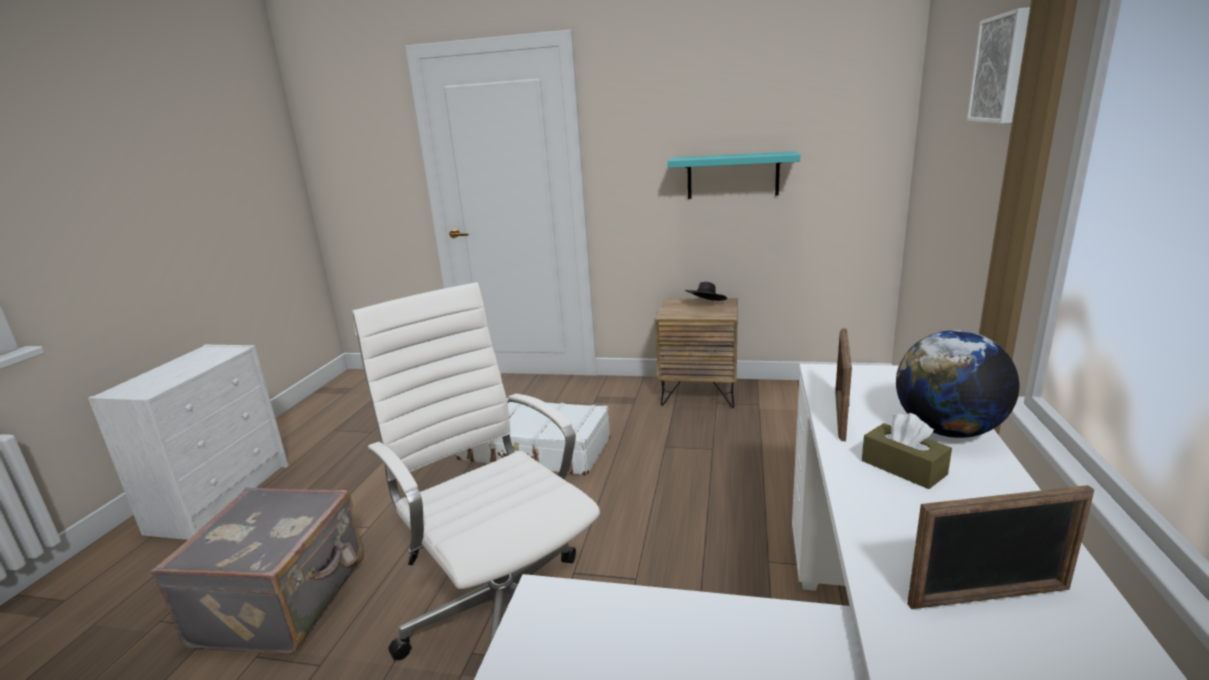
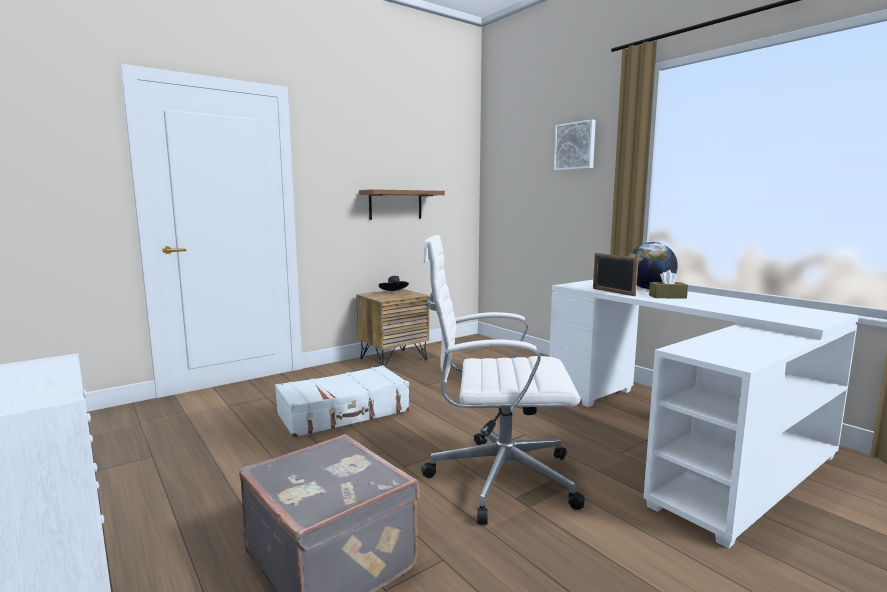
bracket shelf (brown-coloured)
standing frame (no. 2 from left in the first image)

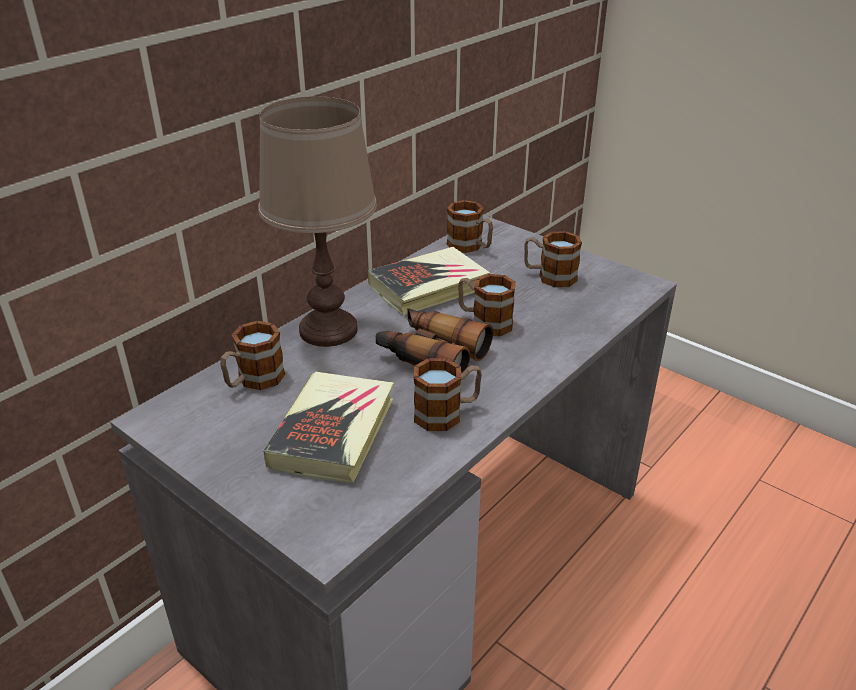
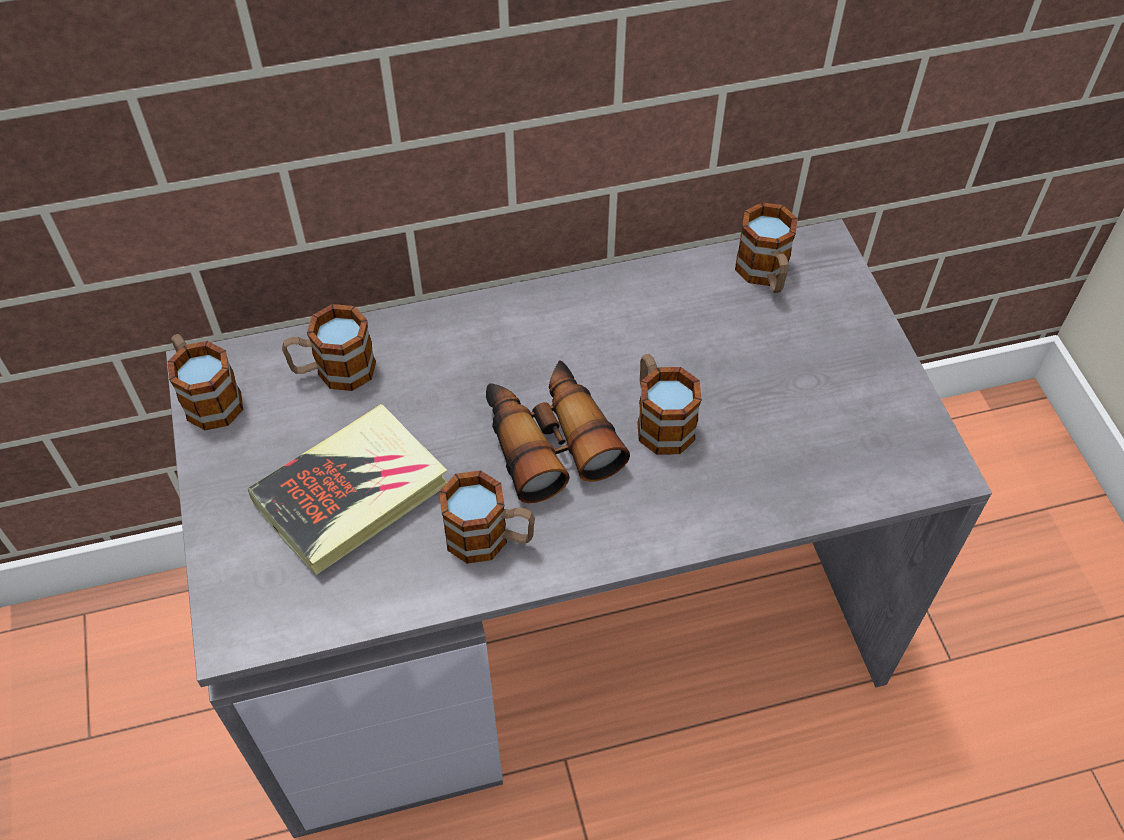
lamp for a table (brown-coloured)
mug (no. 1 from left)
bound book (no. 2 from left in the first image)

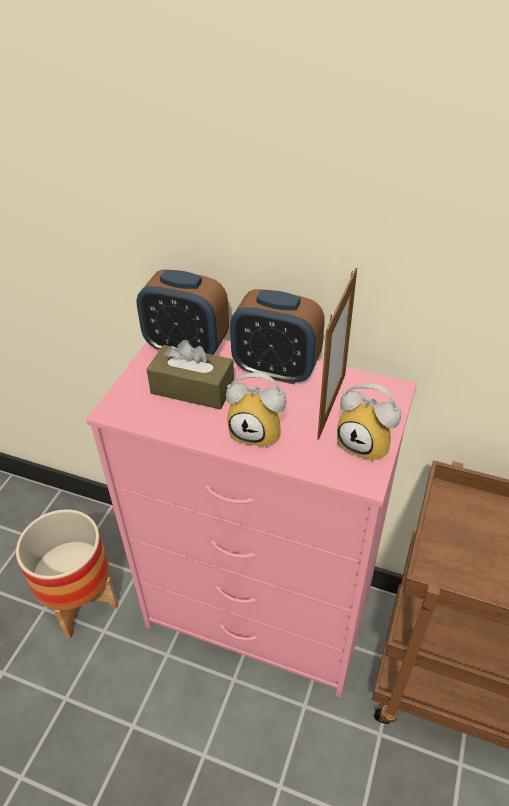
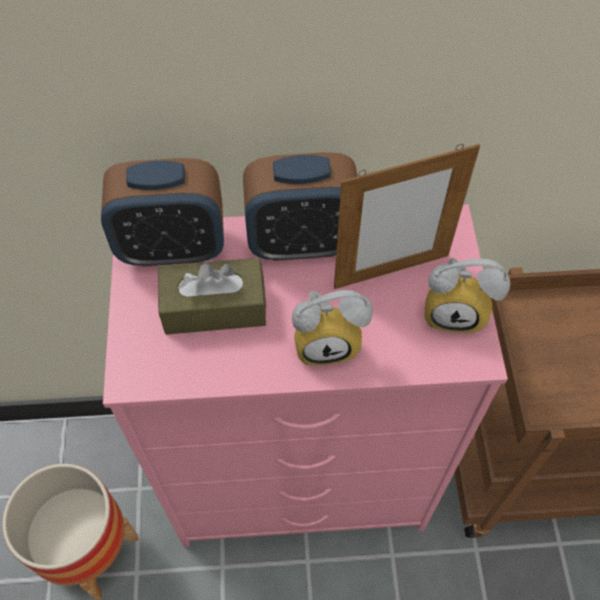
standing frame

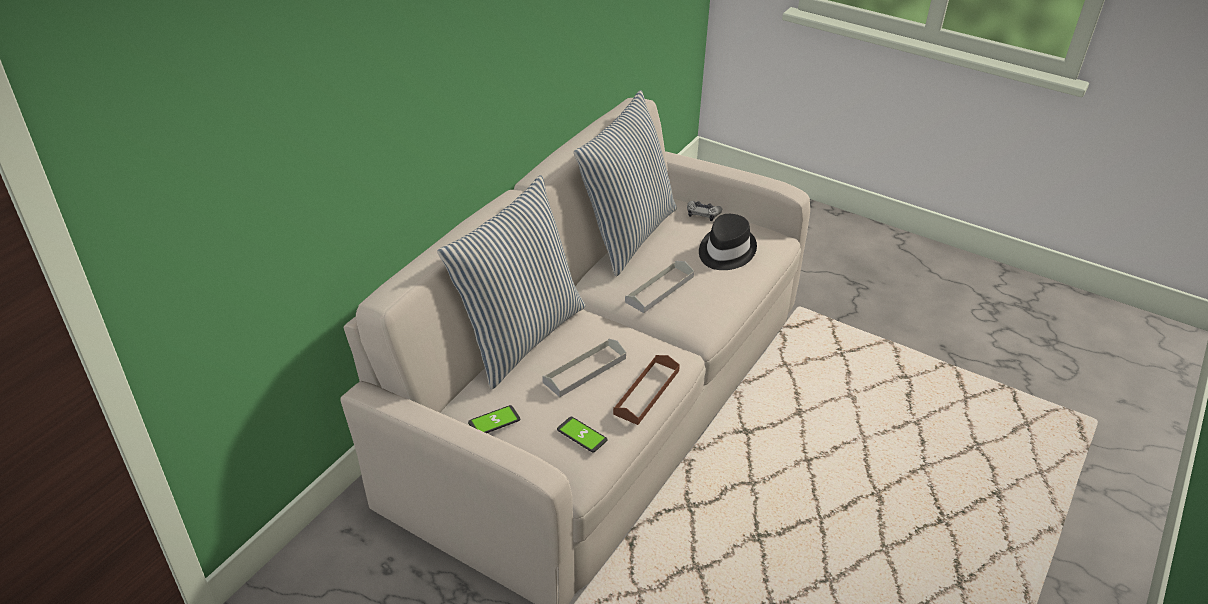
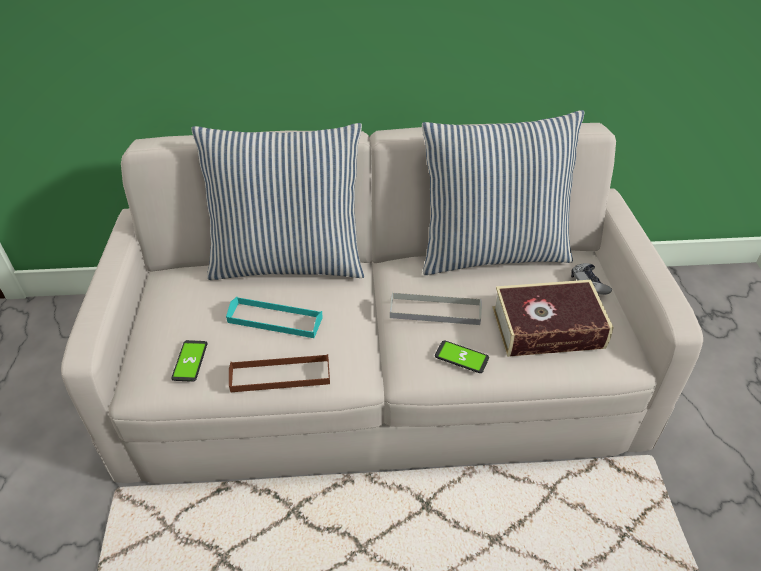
bound book
carrying tray (blue-green)
telephone (no. 2 from left)

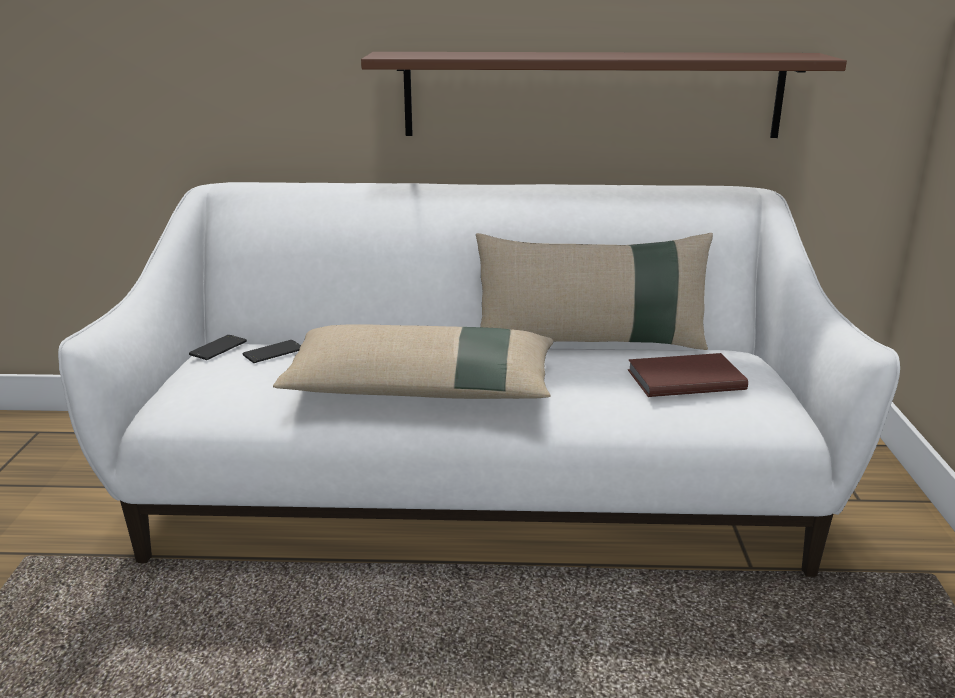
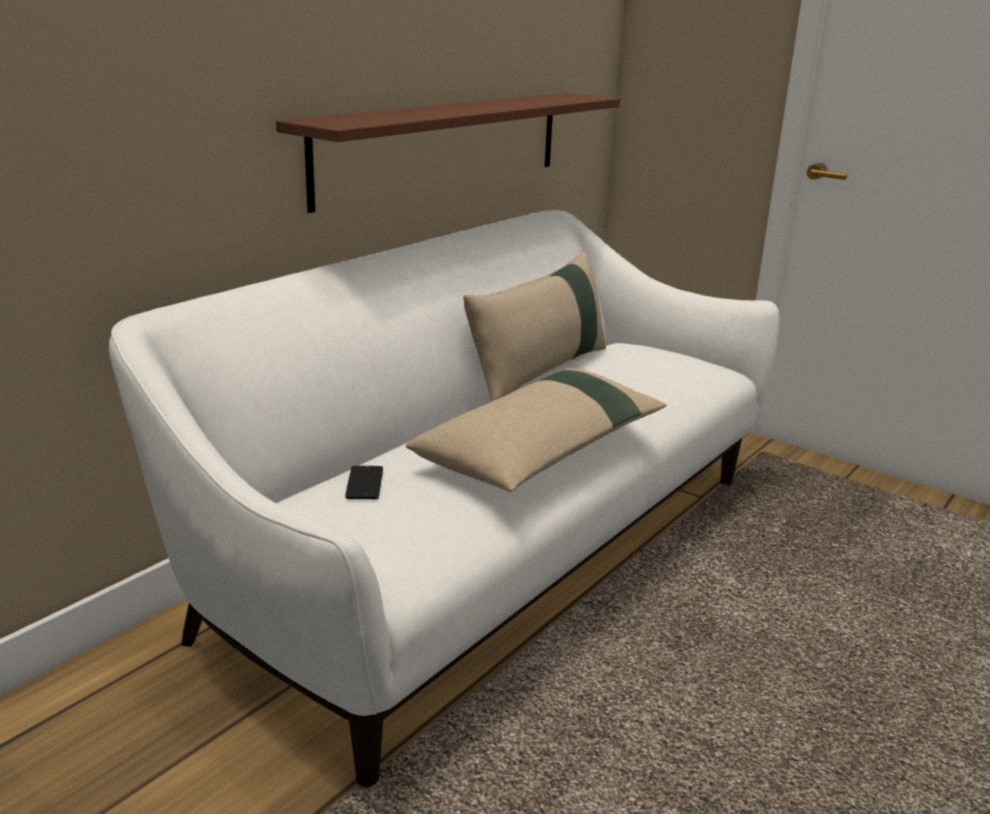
telephone (no. 1 from left in the first image)
bound book (brown-coloured)

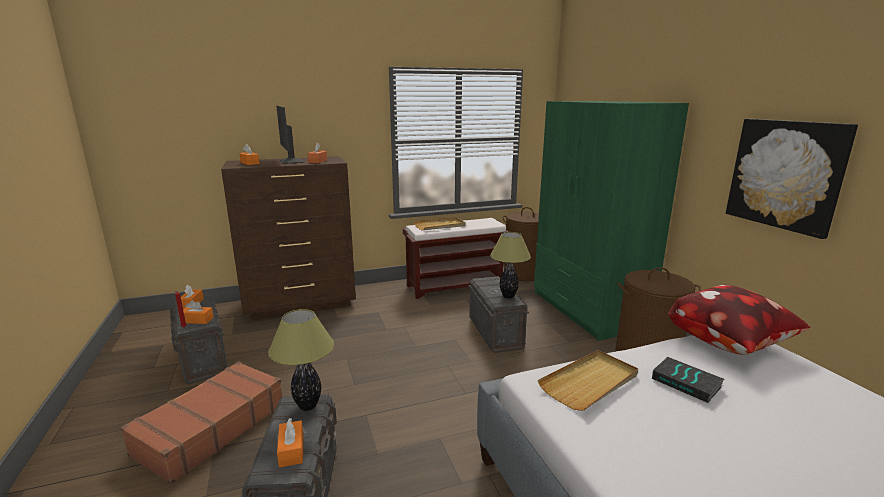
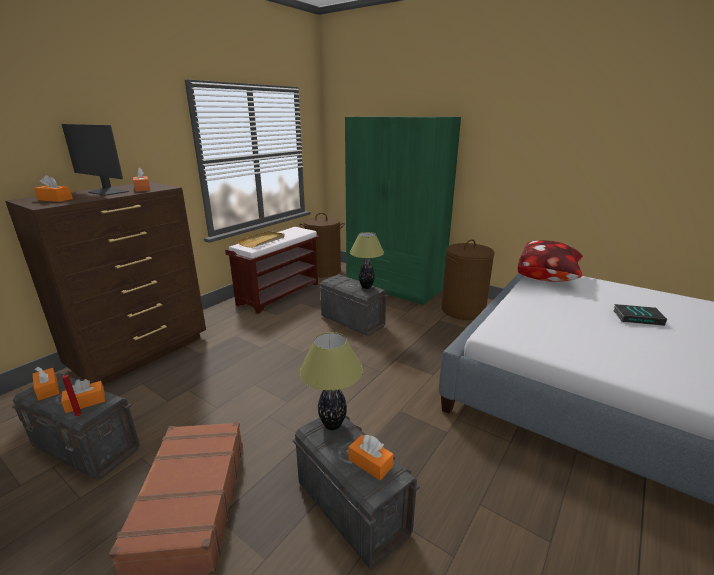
wall art
carrying tray (beige-coloured) (no. 2 from left in the first image)
bound book

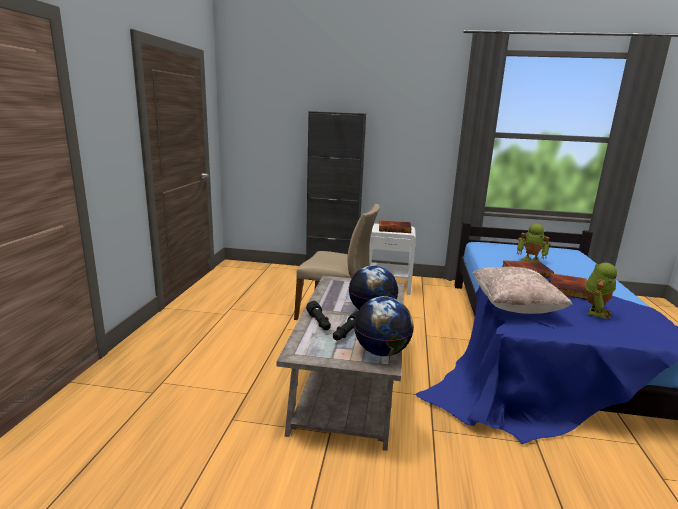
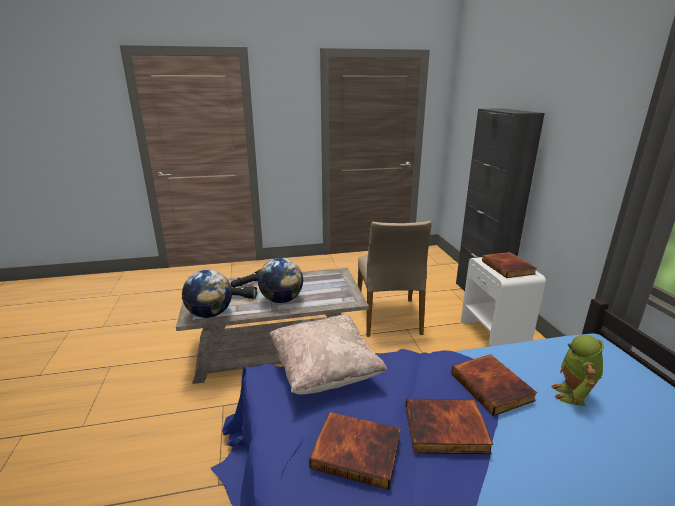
bound book (no. 1 from left)

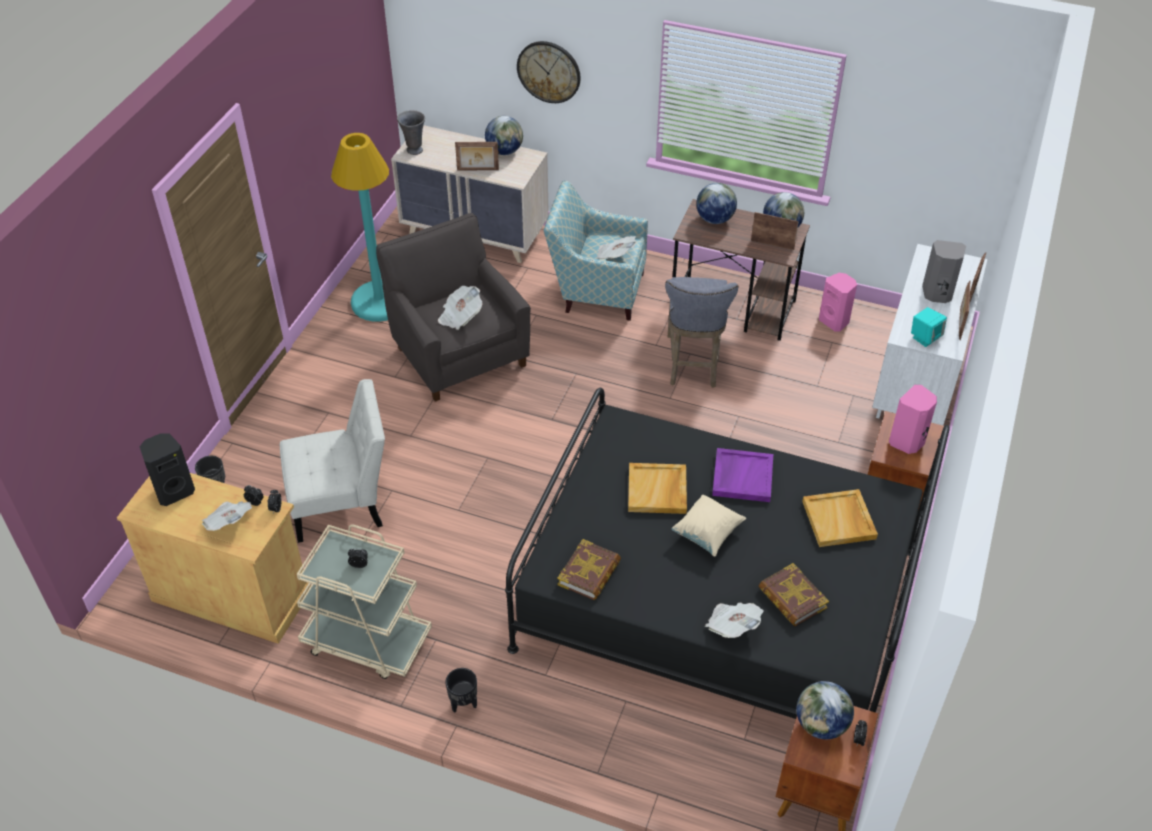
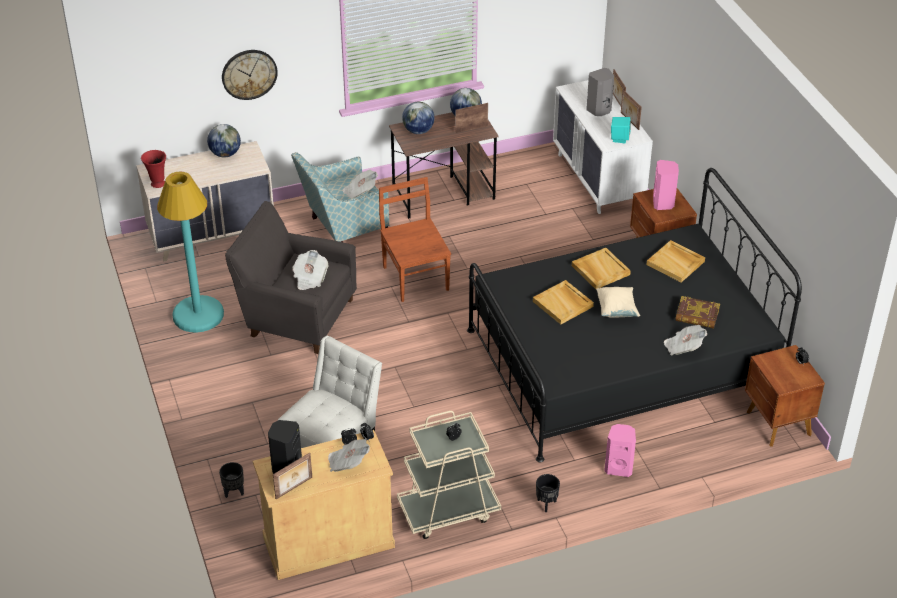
flower vase (red-coloured)
standing frame (no. 1 from left)
loudspeaker (pink-coloured) (no. 1 from left)
stool seat (grey)
carrying tray (beige-coloured) (no. 2 from left)
bound book (no. 1 from left in the first image)
globe (no. 4 from left in the first image)
upright chair (brown-coloured)

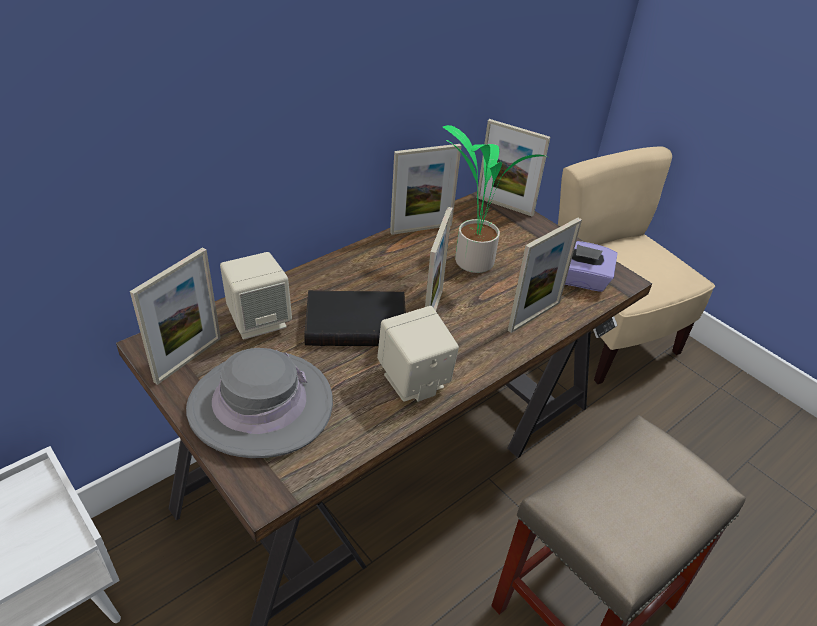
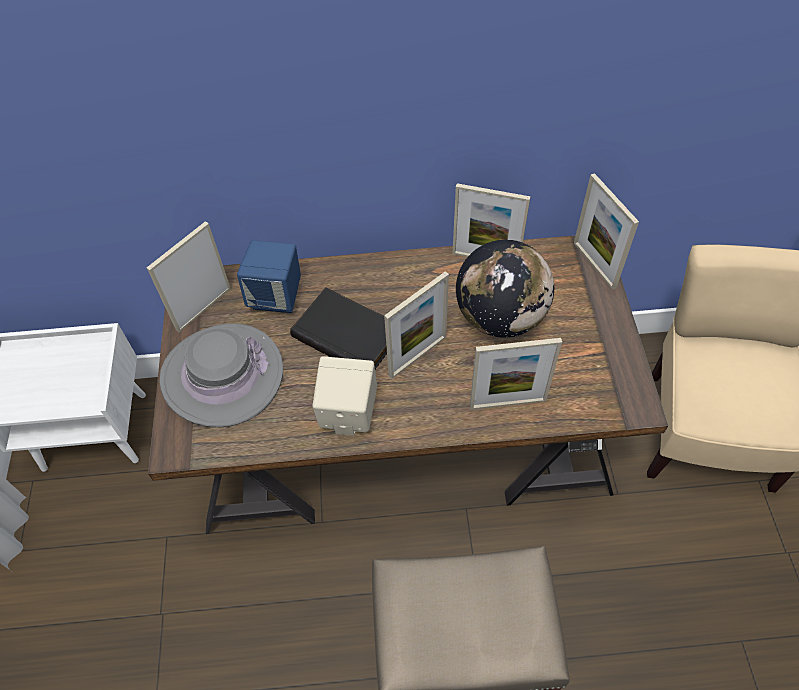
globe
tissue holder (purple-coloured)
standing frame (no. 1 from left)
loudspeaker (bluish)

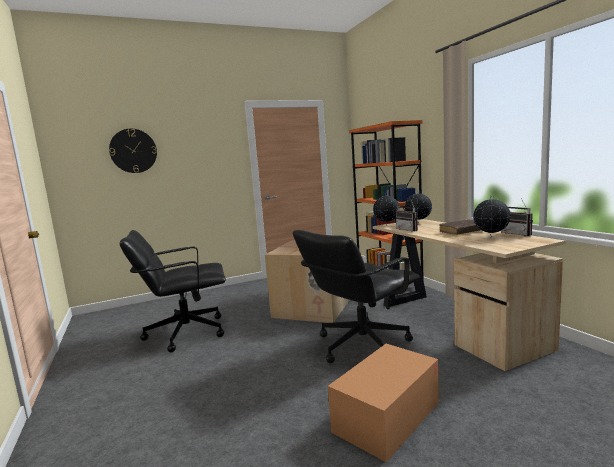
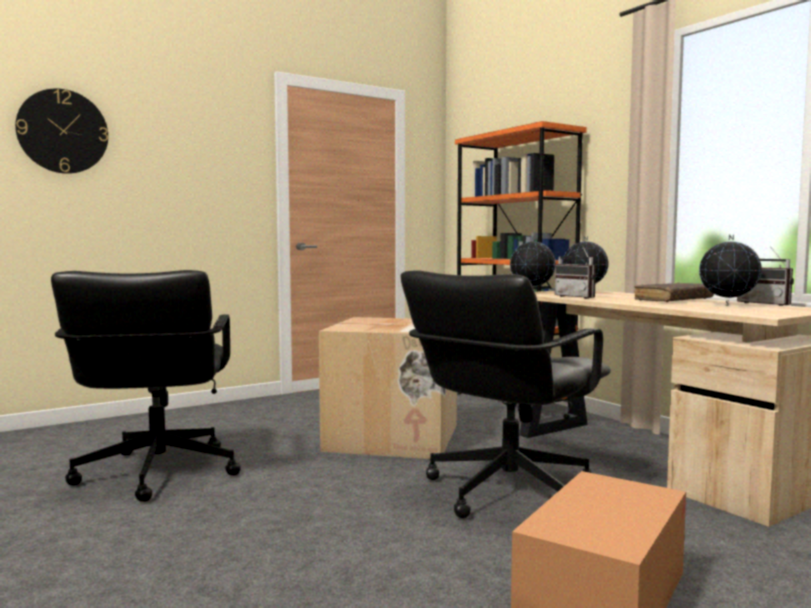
computer chair (black) (no. 1 from left)

